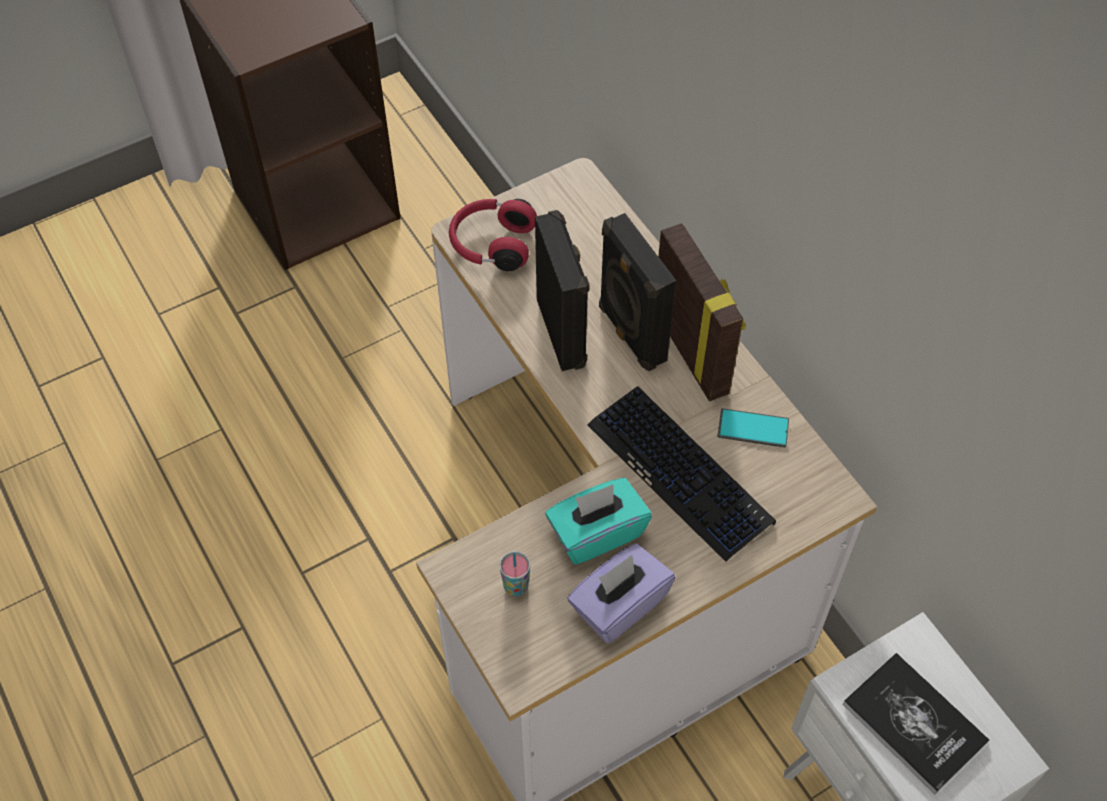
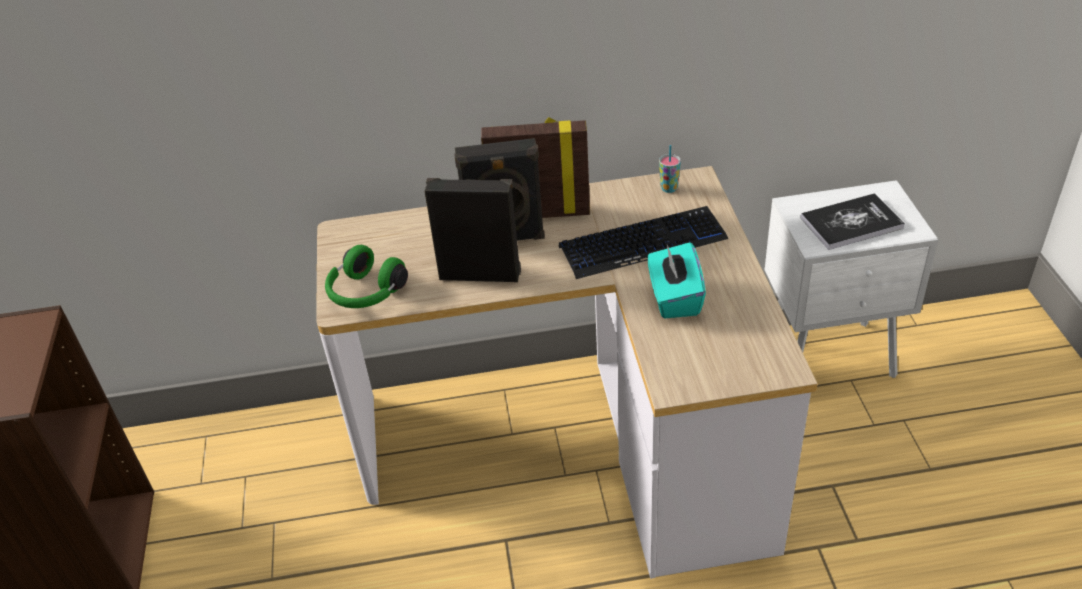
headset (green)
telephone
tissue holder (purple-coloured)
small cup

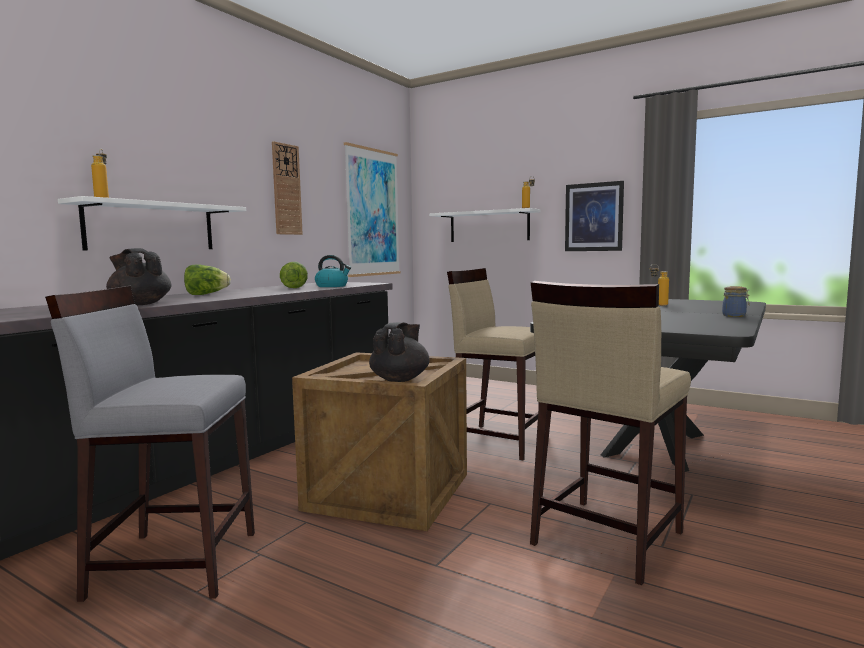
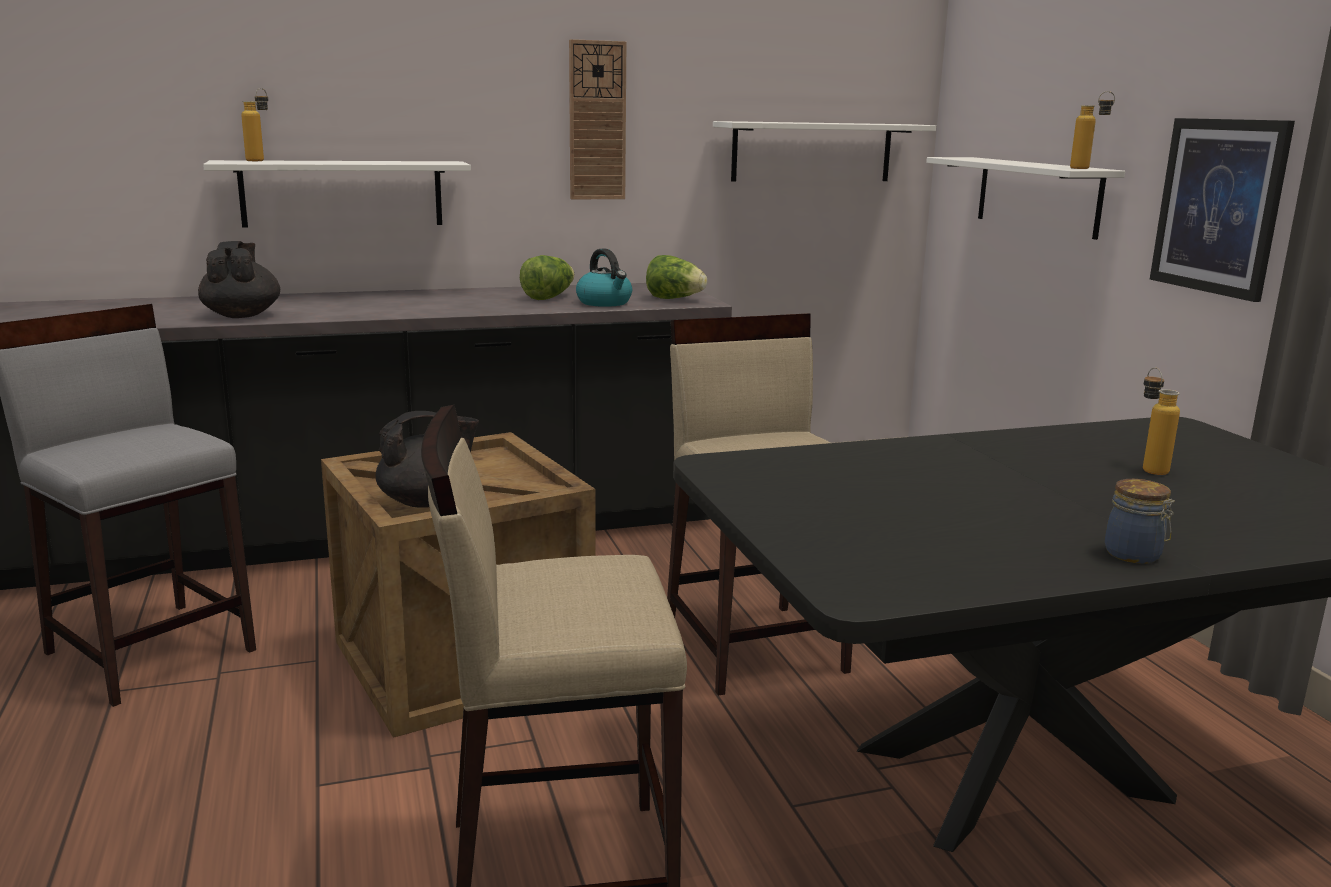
bracket shelf (whitish) (no. 2 from left)
lettuce head (no. 2 from left)

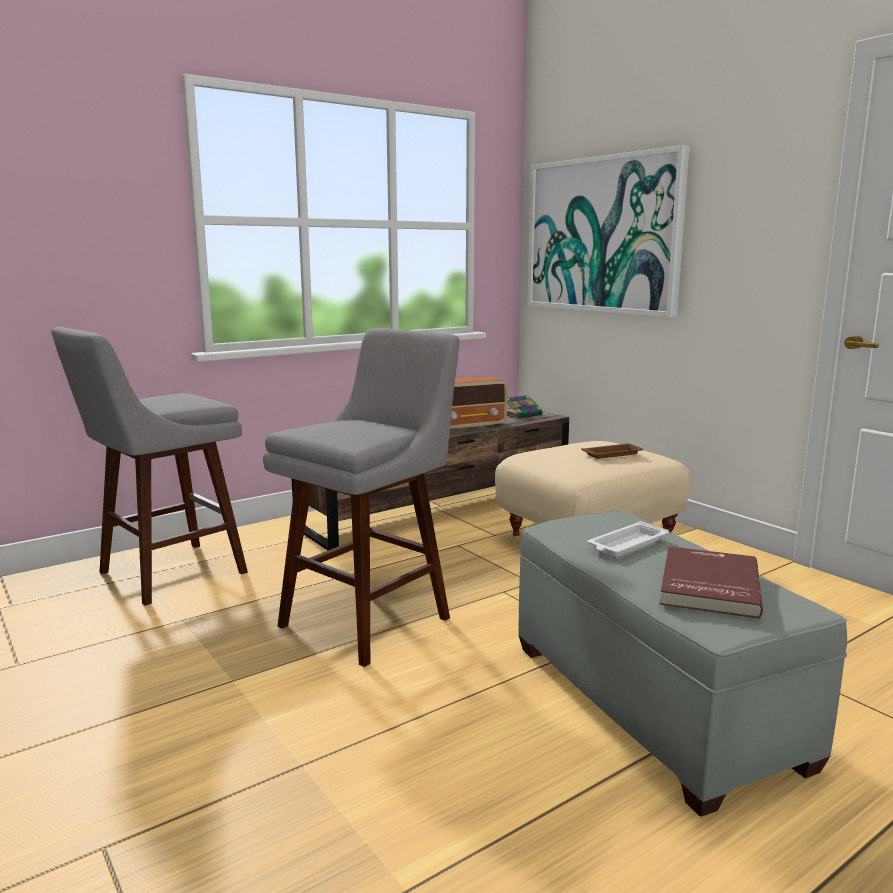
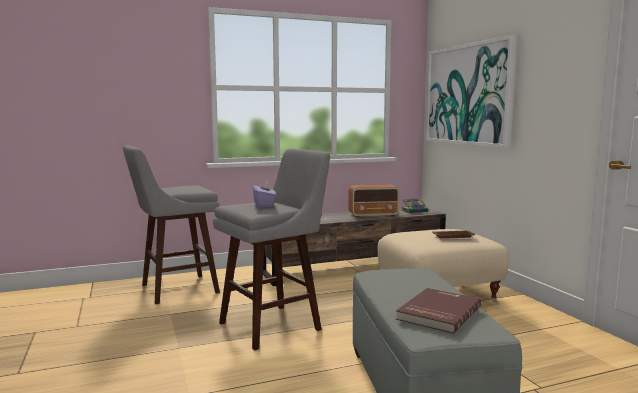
carrying tray (whitish)
tissue holder (purple-coloured)

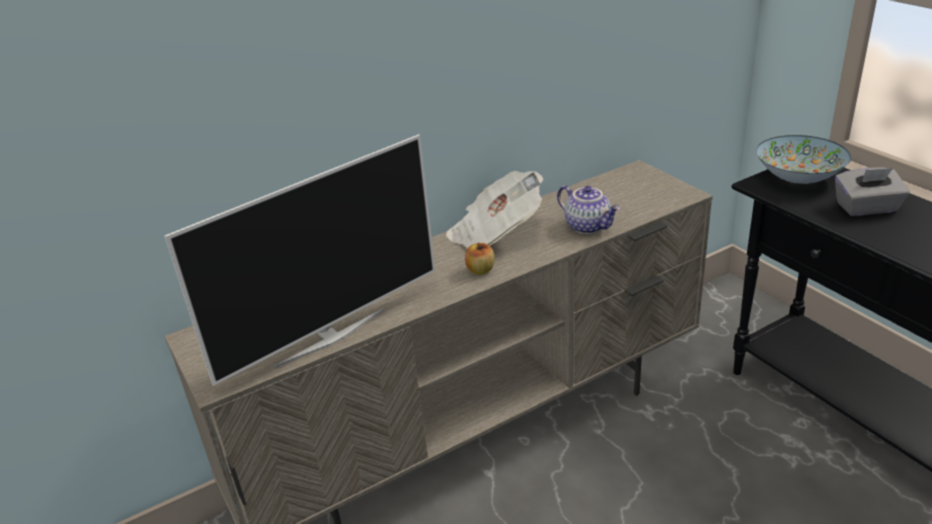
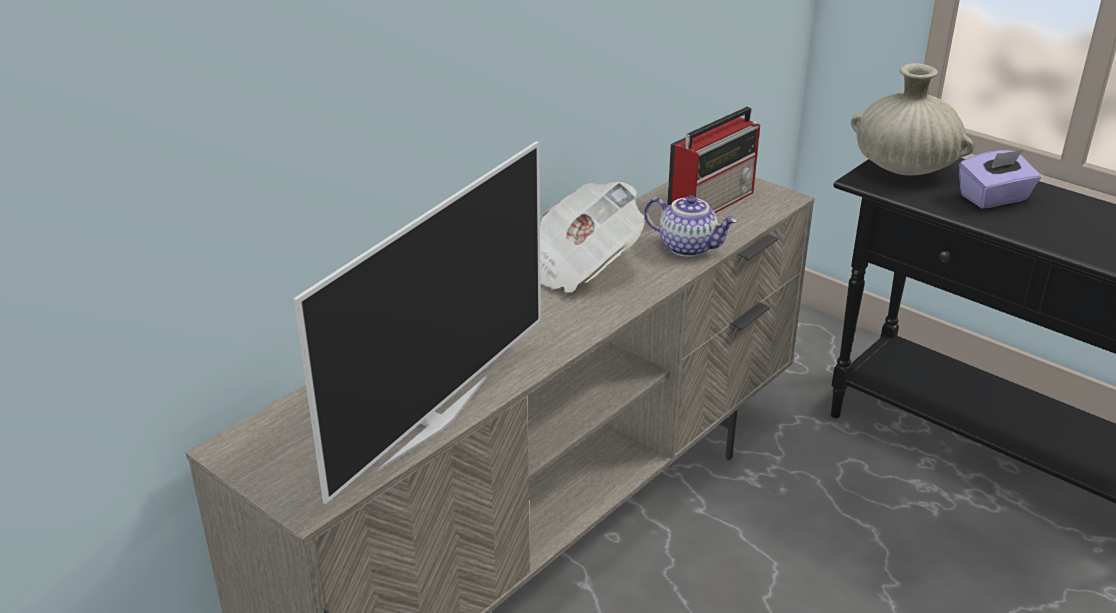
flower vase (beige-coloured)
tissue holder (purple-coloured)
apple
radio receiver

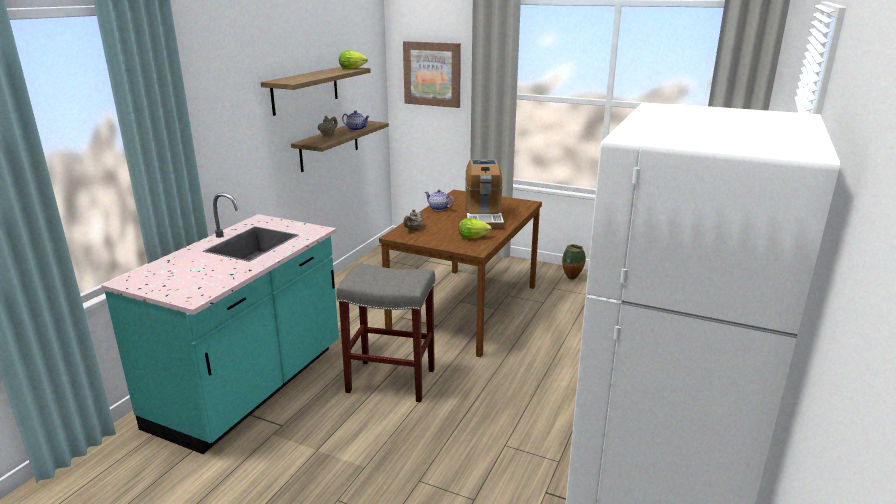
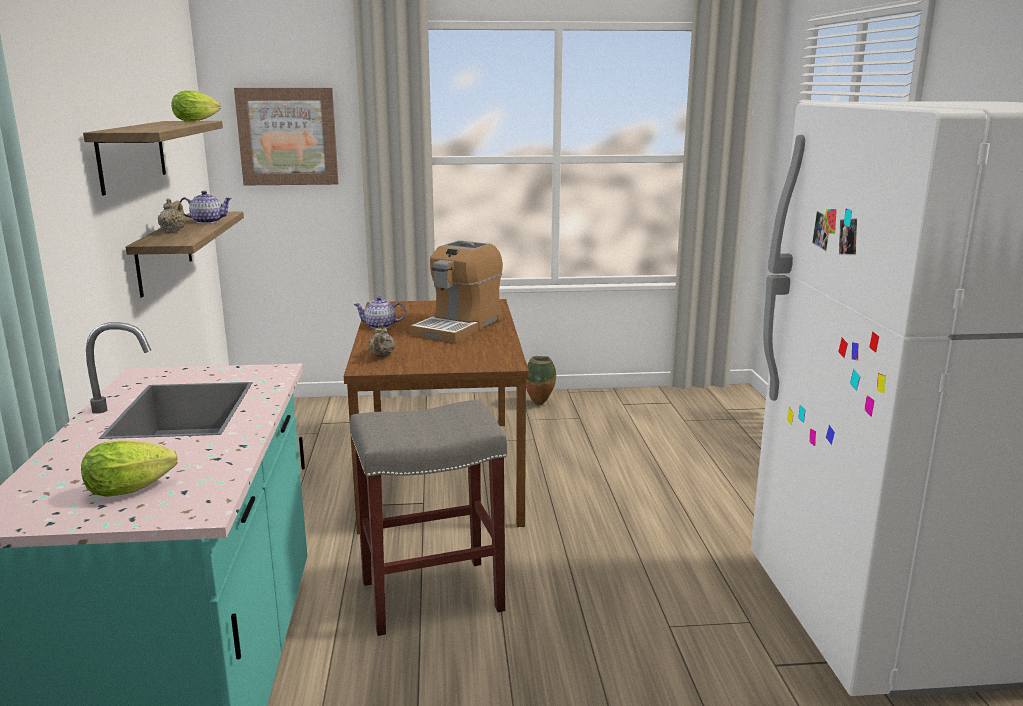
coffee maker
lettuce head (no. 1 from left)

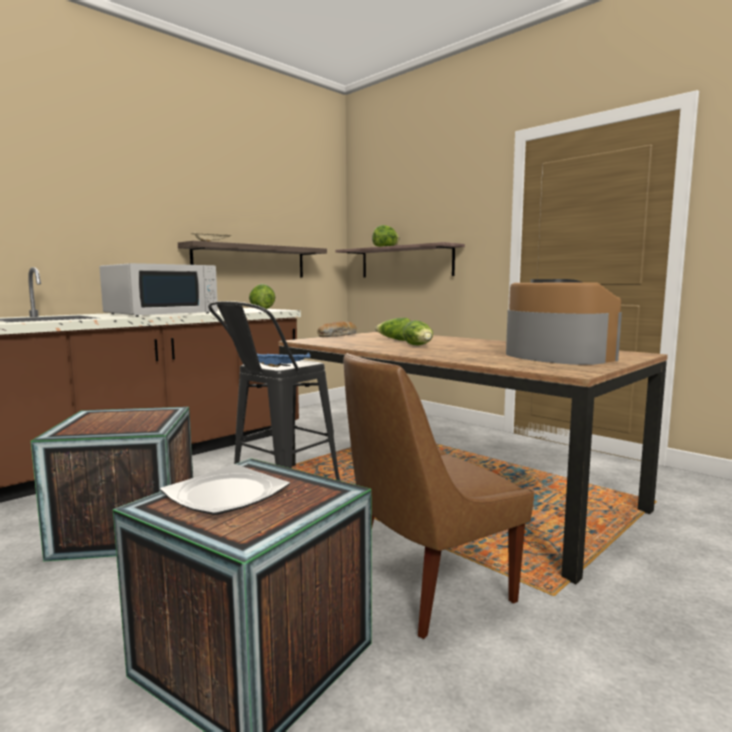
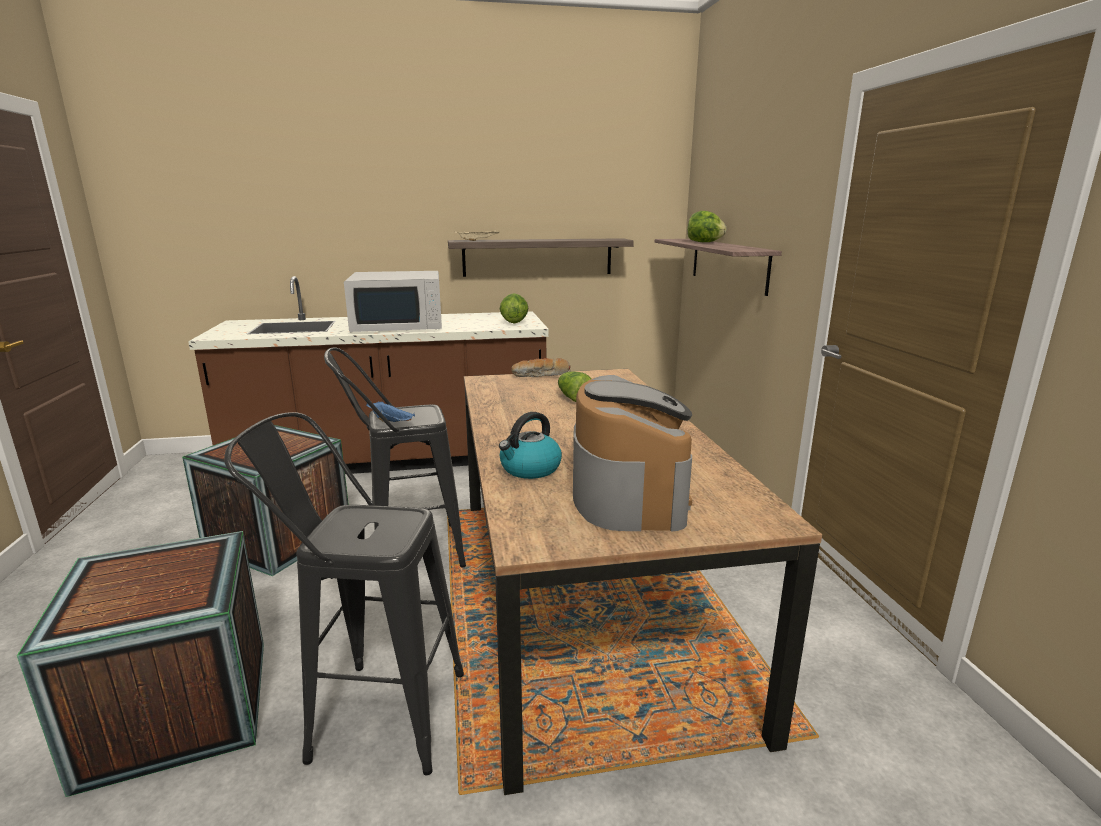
lettuce head (no. 4 from left in the first image)
stool seat (black) (no. 1 from left)
flat dish
tea kettle

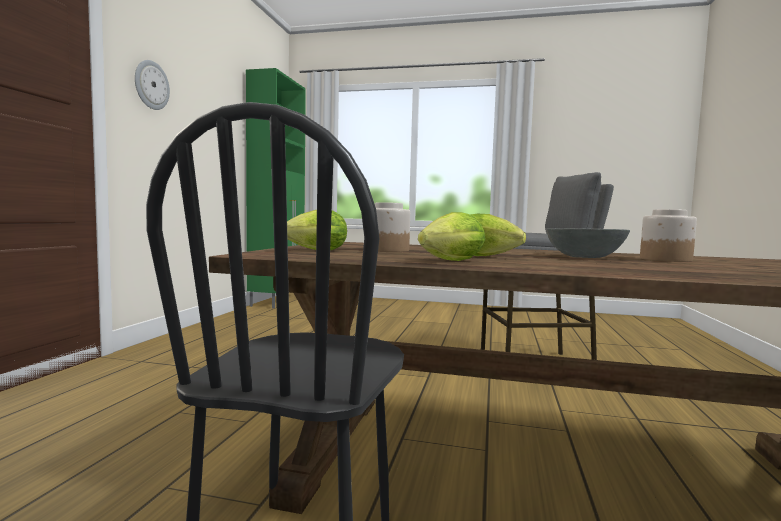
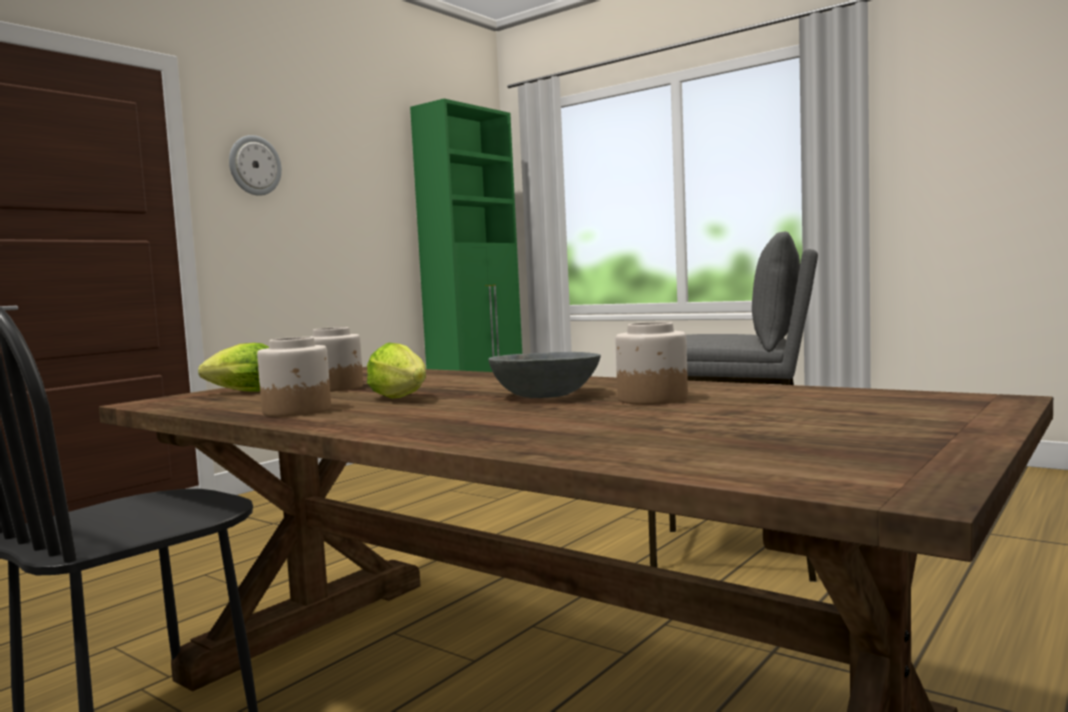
storage jar (no. 1 from left)

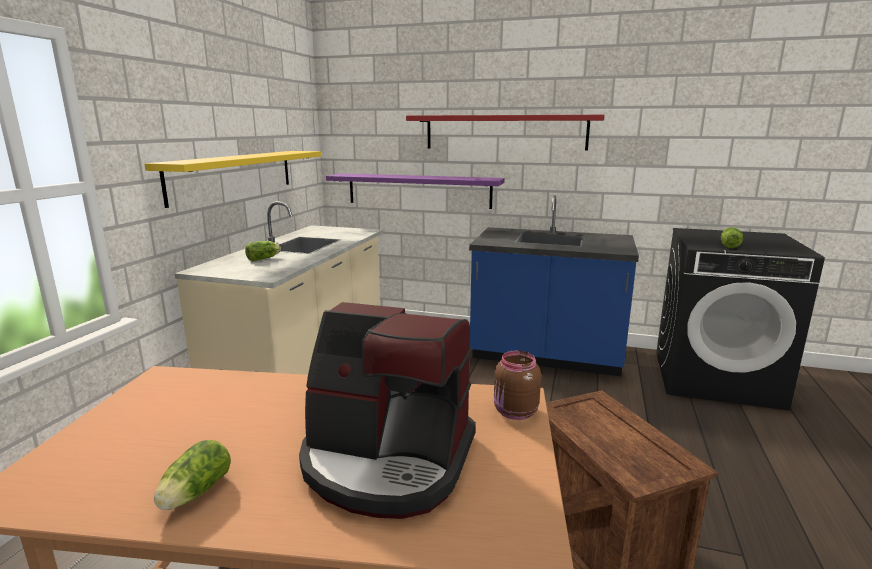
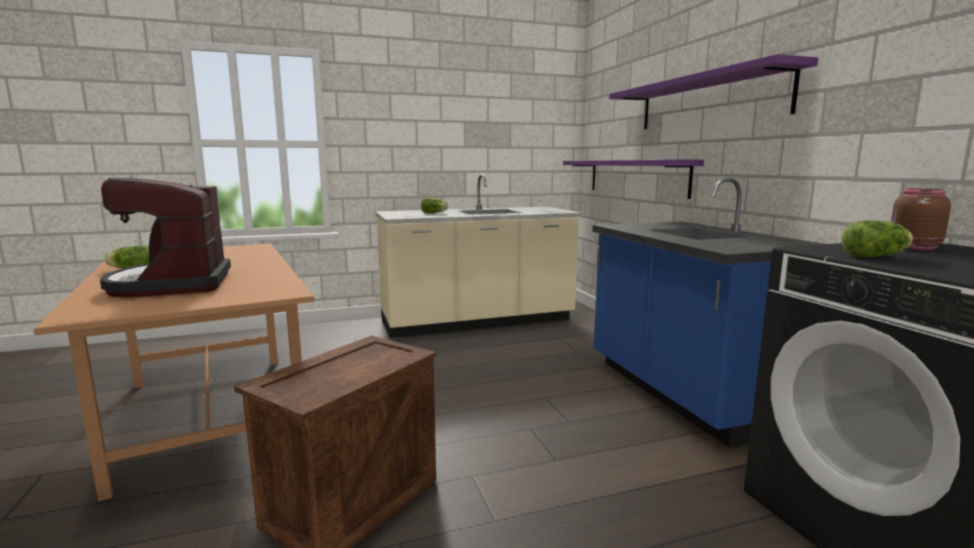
bracket shelf (purple-coloured) (no. 2 from left)
bracket shelf (yellow)
storage jar (brown-coloured)

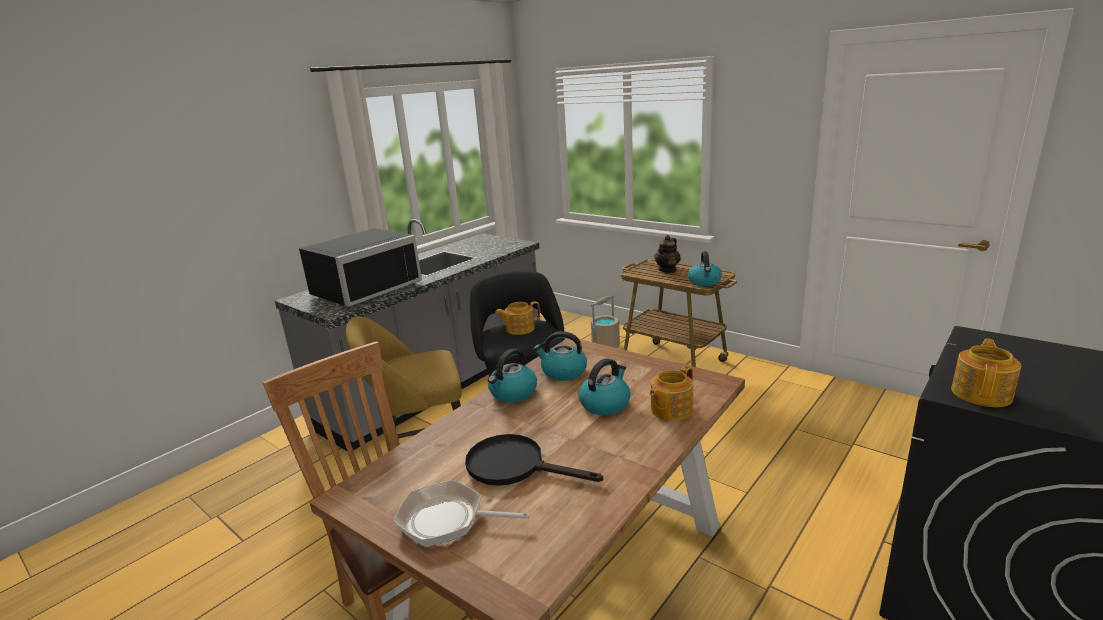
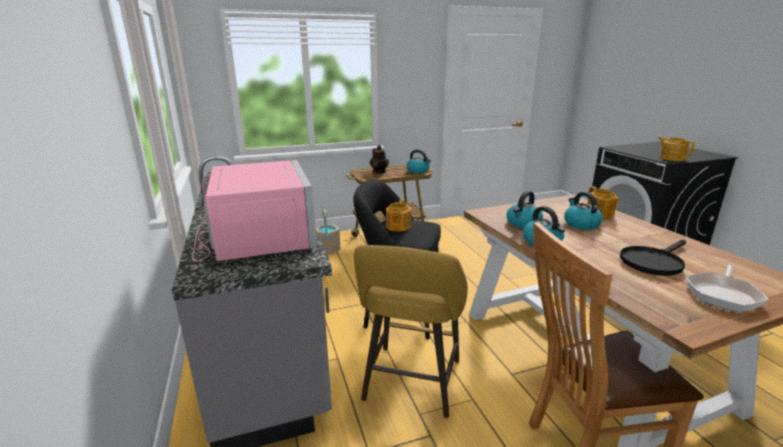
microwave (pink-coloured)

